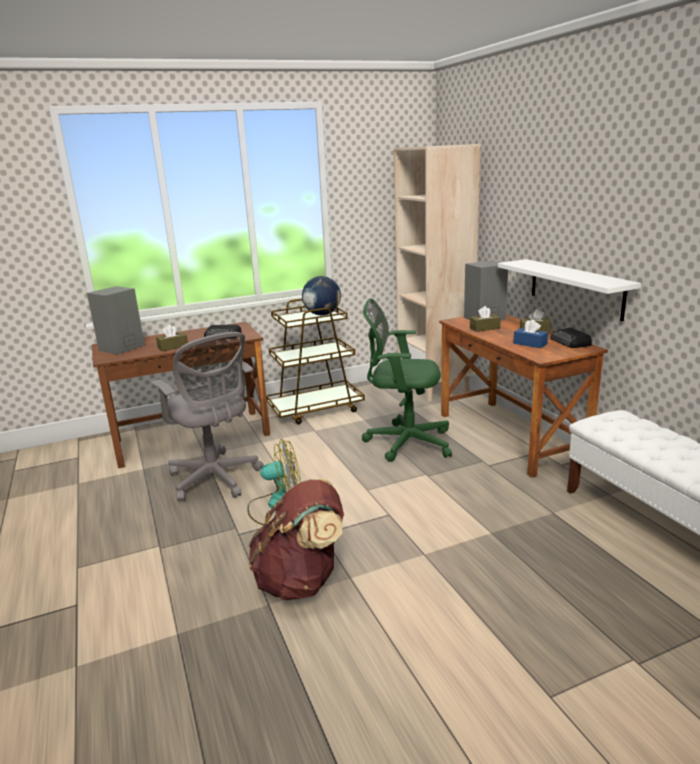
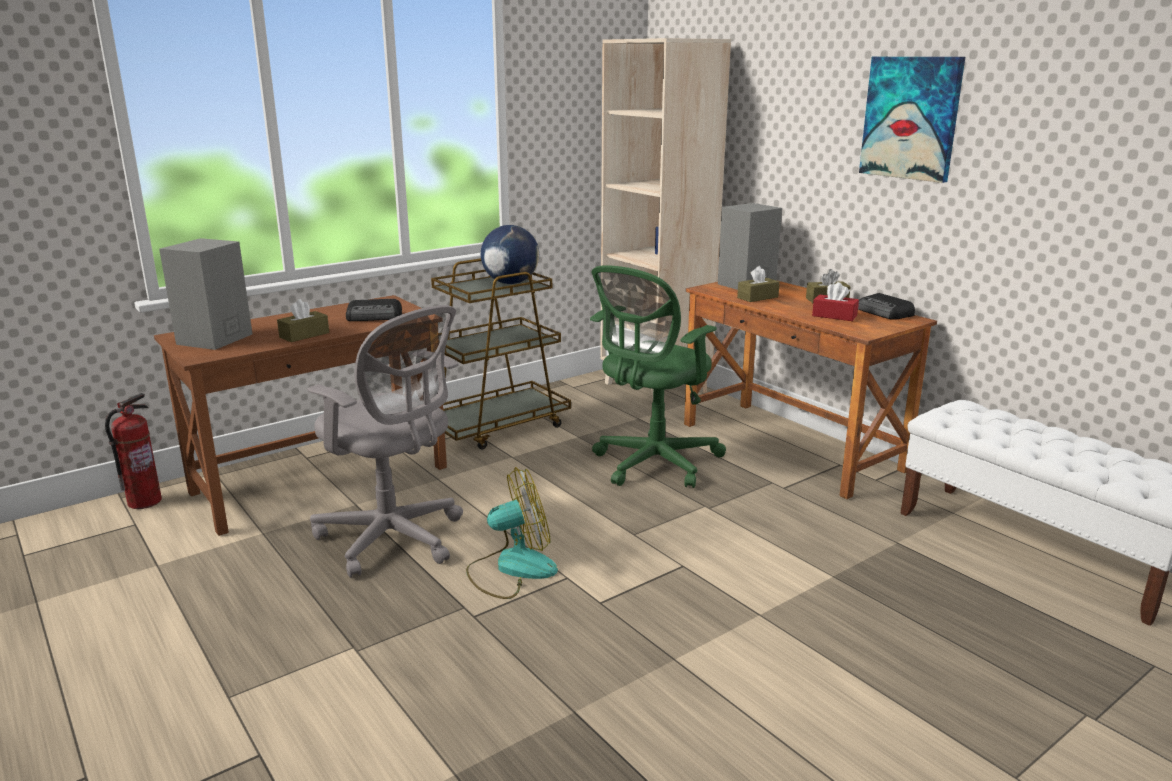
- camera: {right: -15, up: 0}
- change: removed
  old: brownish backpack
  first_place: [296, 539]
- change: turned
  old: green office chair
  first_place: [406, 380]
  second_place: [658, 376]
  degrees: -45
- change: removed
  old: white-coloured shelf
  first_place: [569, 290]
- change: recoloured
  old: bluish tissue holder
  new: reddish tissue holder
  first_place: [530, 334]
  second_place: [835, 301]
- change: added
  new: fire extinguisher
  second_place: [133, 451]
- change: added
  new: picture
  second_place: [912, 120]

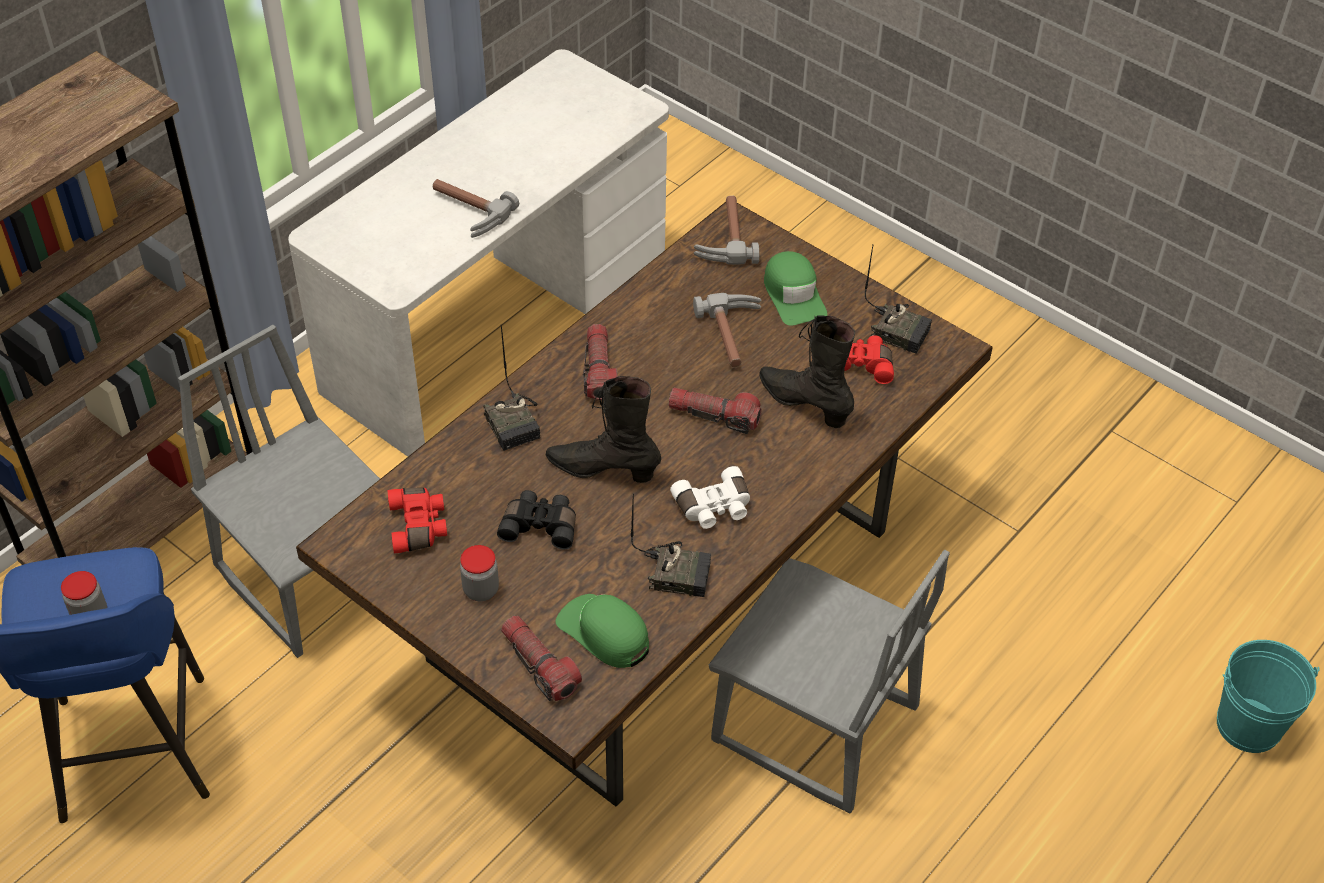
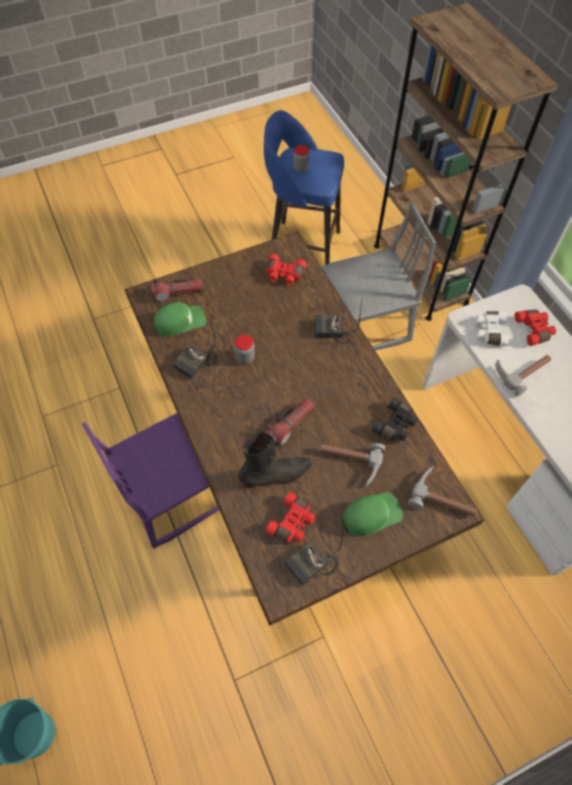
- camera: {right: 115, up: 10}
- change: moved
  old: jar
  first_place: [479, 573]
  second_place: [244, 349]
- change: moved
  old: blackish field glasses
  first_place: [536, 519]
  second_place: [395, 419]
- change: removed
  old: blackish tall boot
  first_place: [603, 429]
- change: removed
  old: torch
  first_place: [600, 362]
- change: moved
  old: white-coloured field glasses
  first_place: [710, 497]
  second_place: [492, 328]
- change: recoloured
  old: grey chair
  new: purple chair
  first_place: [829, 682]
  second_place: [150, 481]
- change: turned
  old: green cap
  first_place: [795, 288]
  second_place: [372, 514]
  degrees: 150
- change: added
  new: reddish field glasses
  second_place: [535, 328]

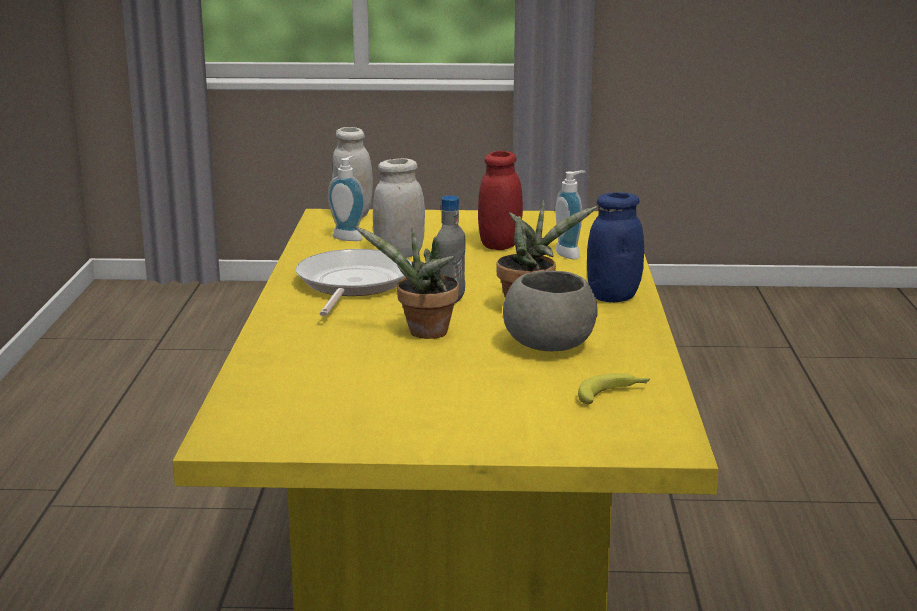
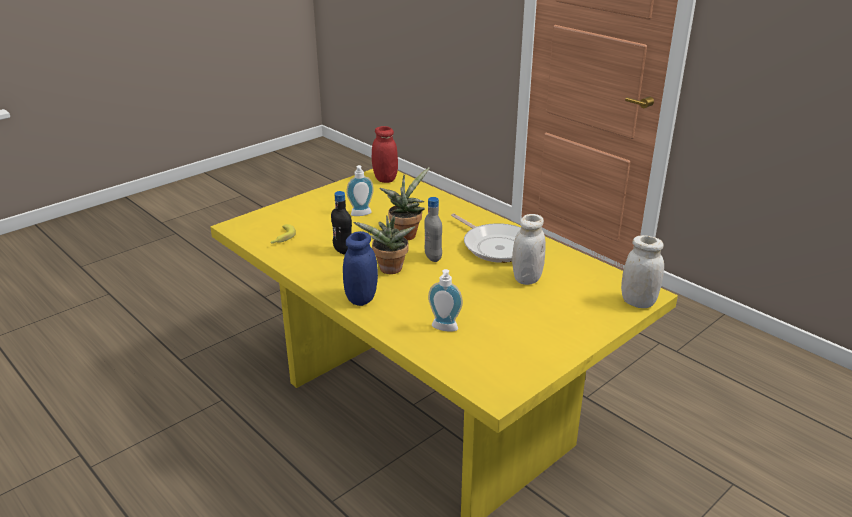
- camera: {right: 135, up: 10}
- change: moved
  old: soap bottle
  first_place: [346, 198]
  second_place: [360, 190]
- change: moved
  old: reddish jar
  first_place: [500, 200]
  second_place: [385, 154]
- change: replaced
  old: grey deep dish
  new: blackish bottle
  first_place: [550, 311]
  second_place: [341, 223]

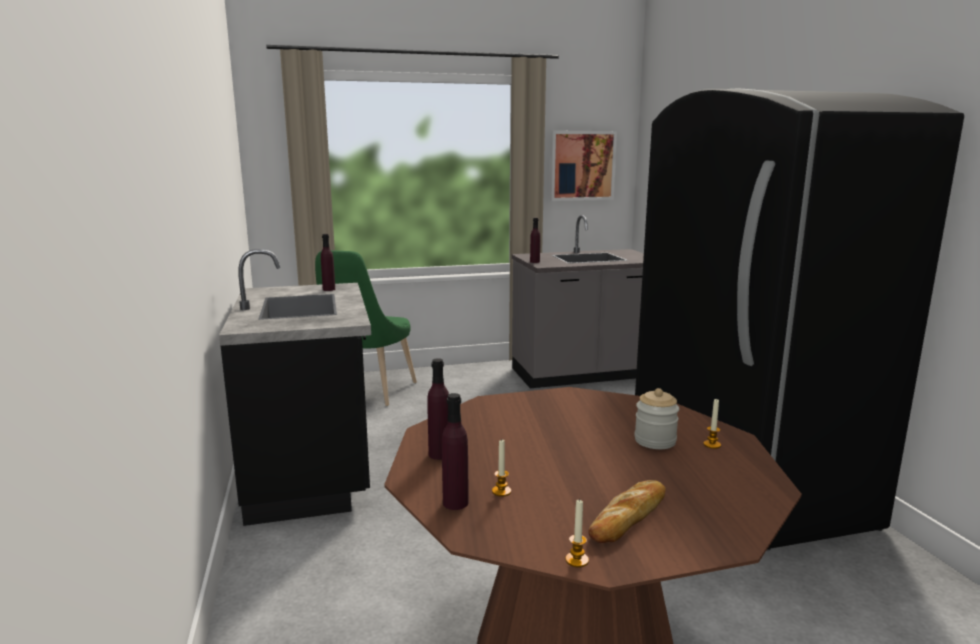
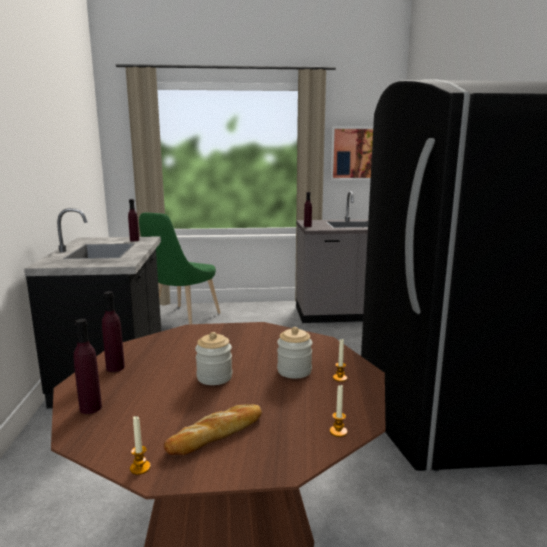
- camera: {right: 10, up: 0}
- change: moved
  old: candle
  first_place: [501, 468]
  second_place: [338, 410]
- change: added
  new: jar
  second_place: [213, 358]

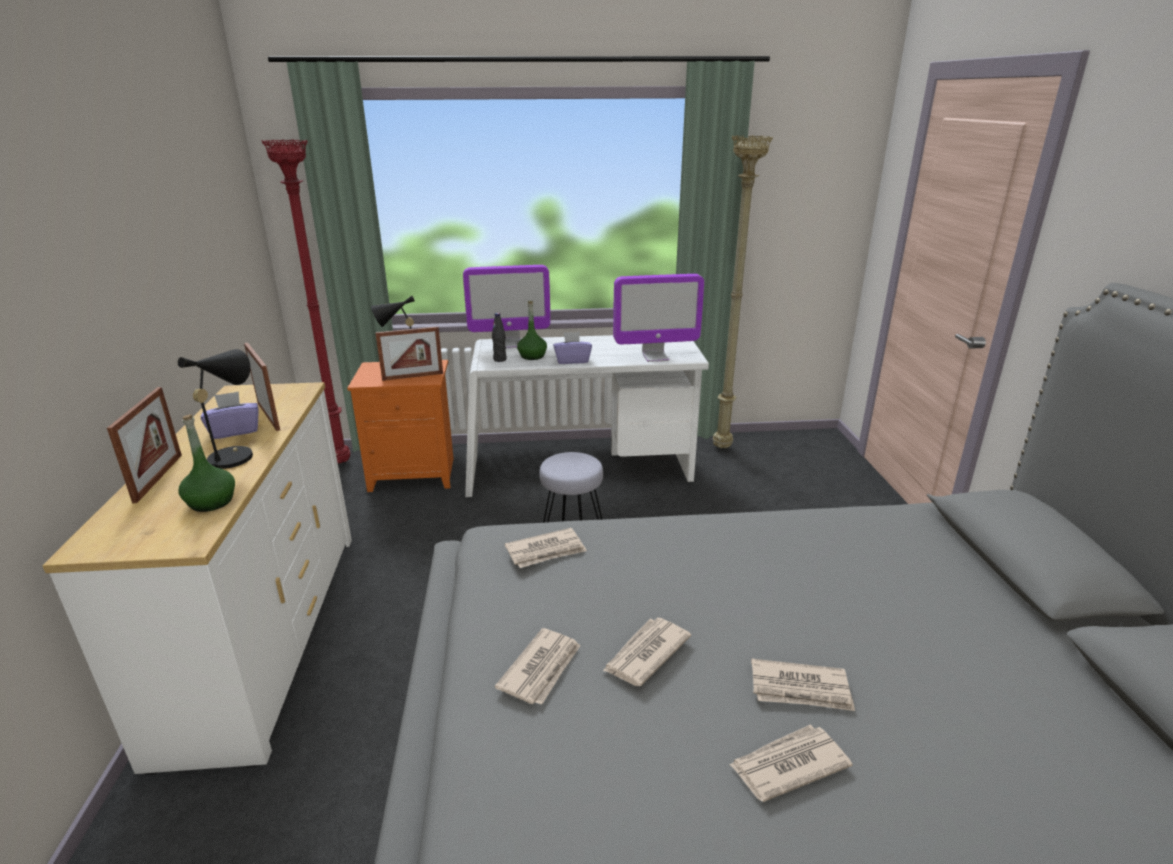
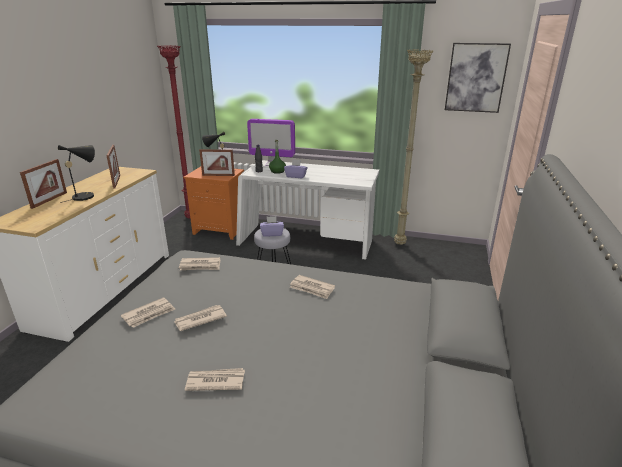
- camera: {right: 20, up: 0}
- change: removed
  old: green bottle
  first_place: [207, 463]
- change: moved
  old: purple tissue holder
  first_place: [230, 415]
  second_place: [272, 226]
- change: removed
  old: computer screen
  first_place: [658, 318]
- change: moved
  old: newspaper
  first_place: [803, 685]
  second_place: [312, 287]
- change: added
  new: picture
  second_place: [478, 78]

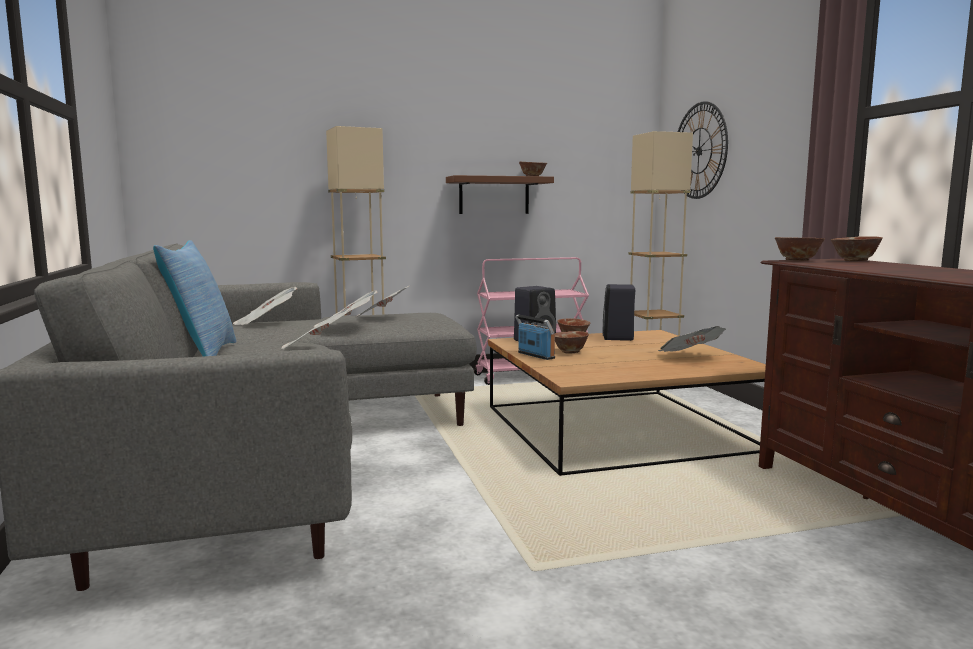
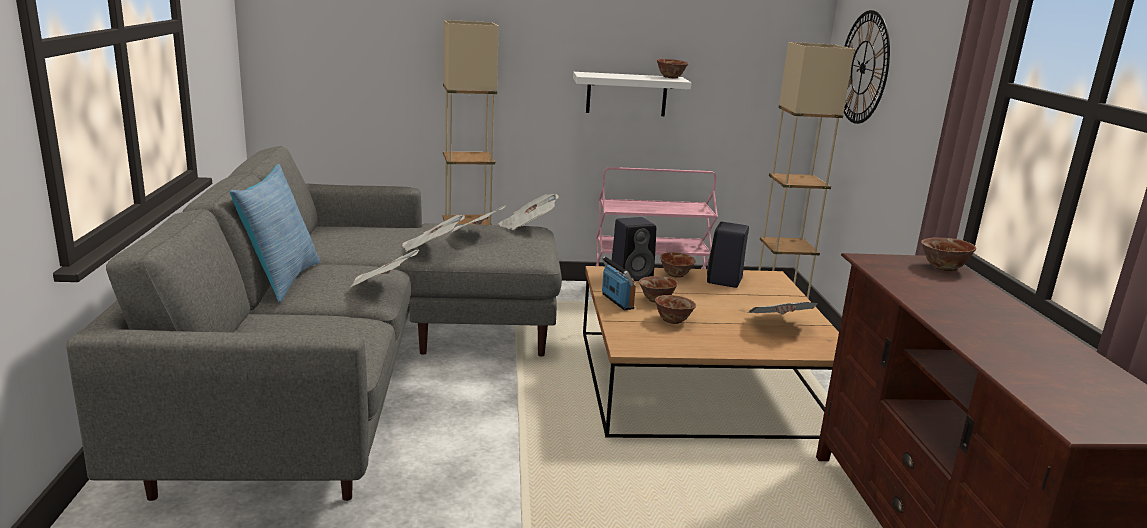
- camera: {right: 10, up: 10}
- change: moved
  old: newspaper
  first_place: [265, 306]
  second_place: [529, 212]
- change: recoloured
  old: brownish shelf
  new: white-coloured shelf
  first_place: [500, 194]
  second_place: [632, 94]
- change: moved
  old: deep dish
  first_place: [800, 249]
  second_place: [675, 309]

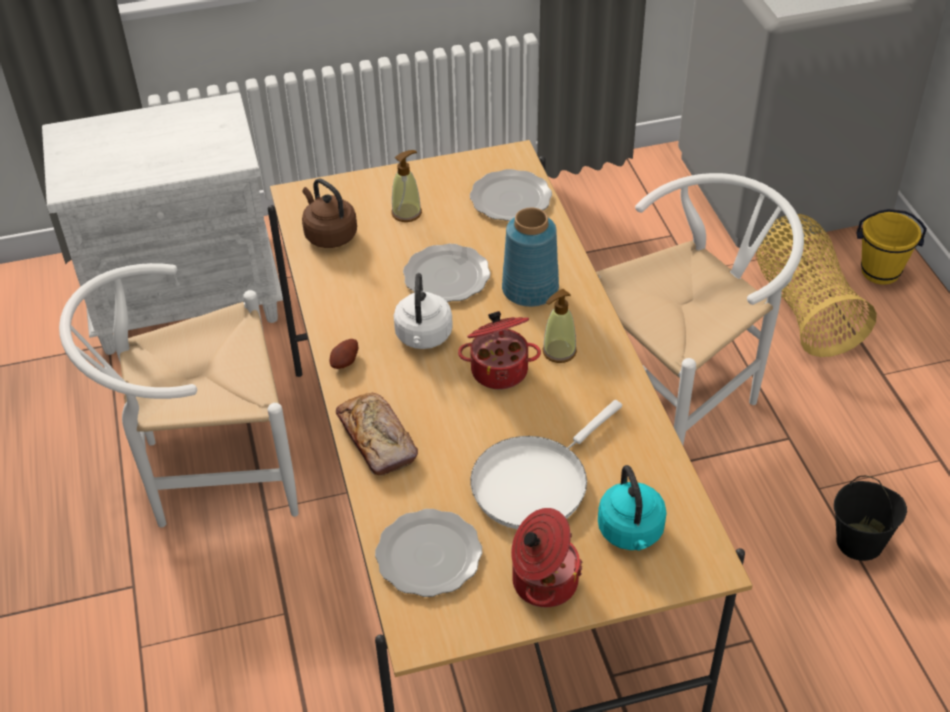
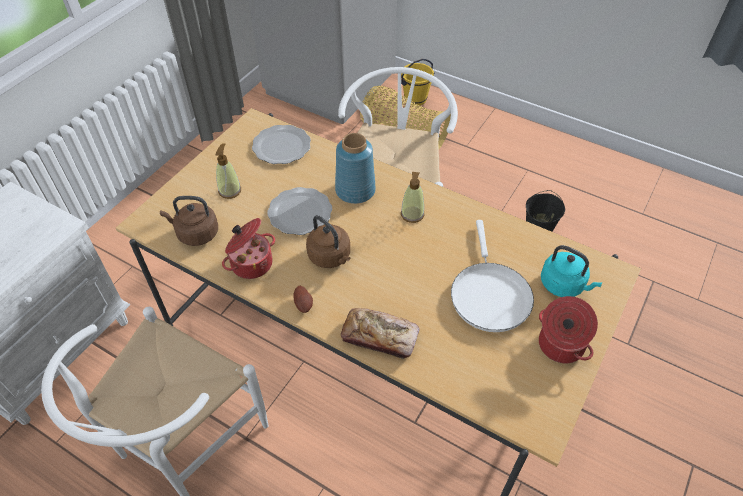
- camera: {right: -45, up: 5}
- change: removed
  old: plate
  first_place: [428, 553]
- change: recoloured
  old: white-coloured tea kettle
  new: brownish tea kettle
  first_place: [423, 311]
  second_place: [328, 241]
- change: moved
  old: saucepot
  first_place: [499, 350]
  second_place: [248, 248]

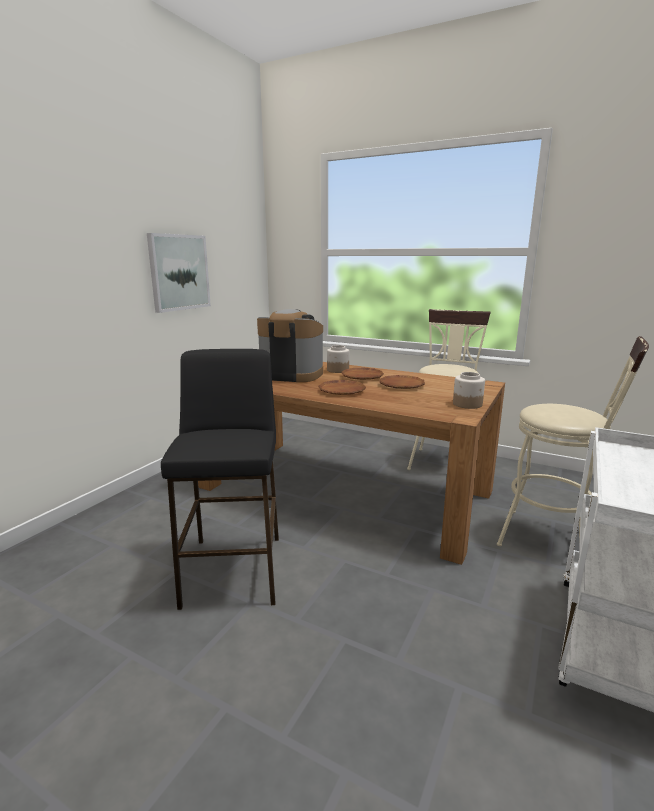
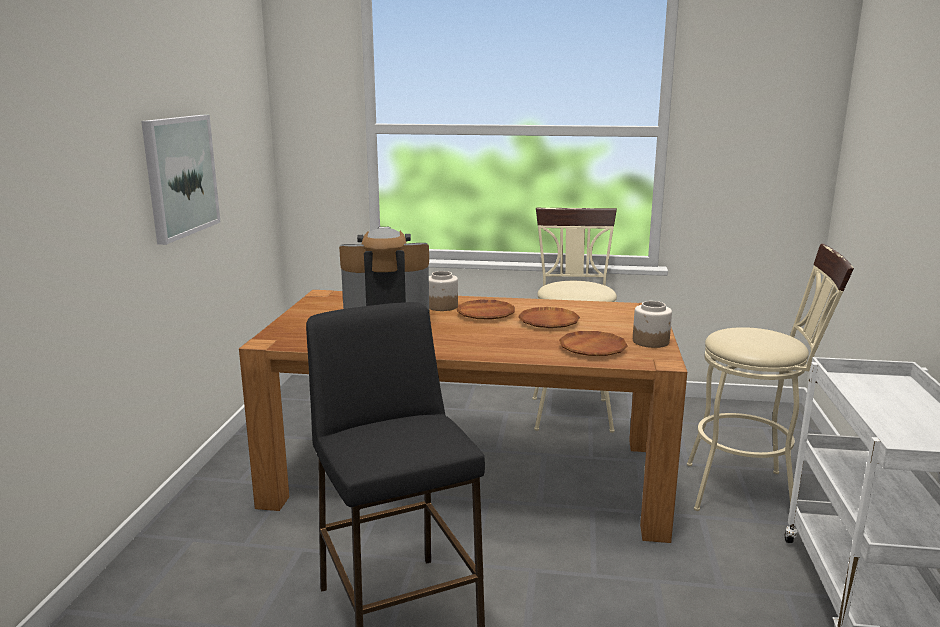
- camera: {right: -20, up: 0}
- change: moved
  old: brownish plate
  first_place: [342, 387]
  second_place: [593, 343]

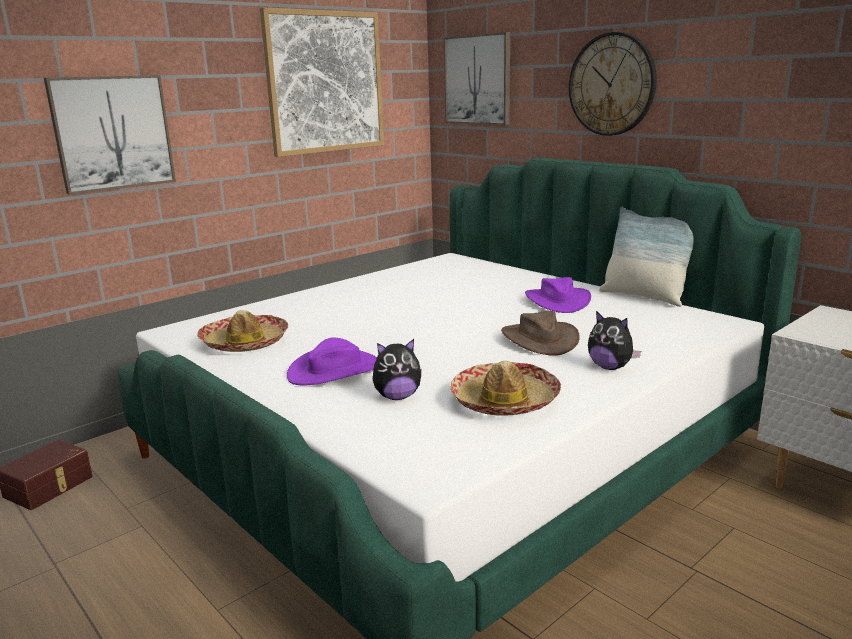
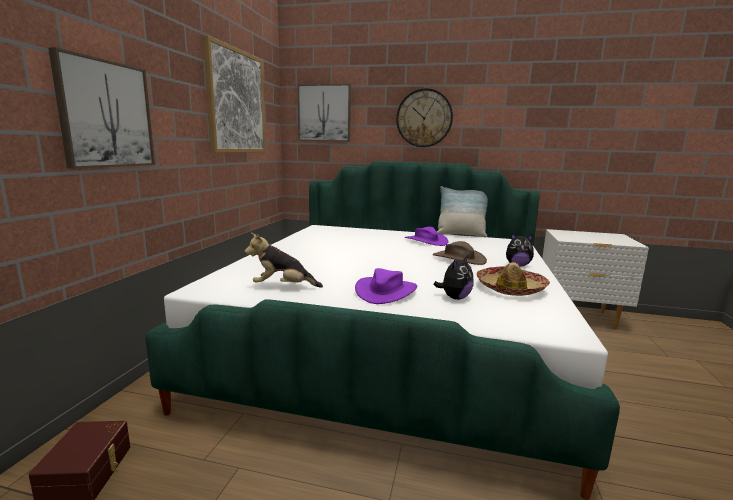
- camera: {right: -35, up: -5}
- change: replaced
  old: wearable hat
  new: soft toy
  first_place: [243, 331]
  second_place: [284, 260]

